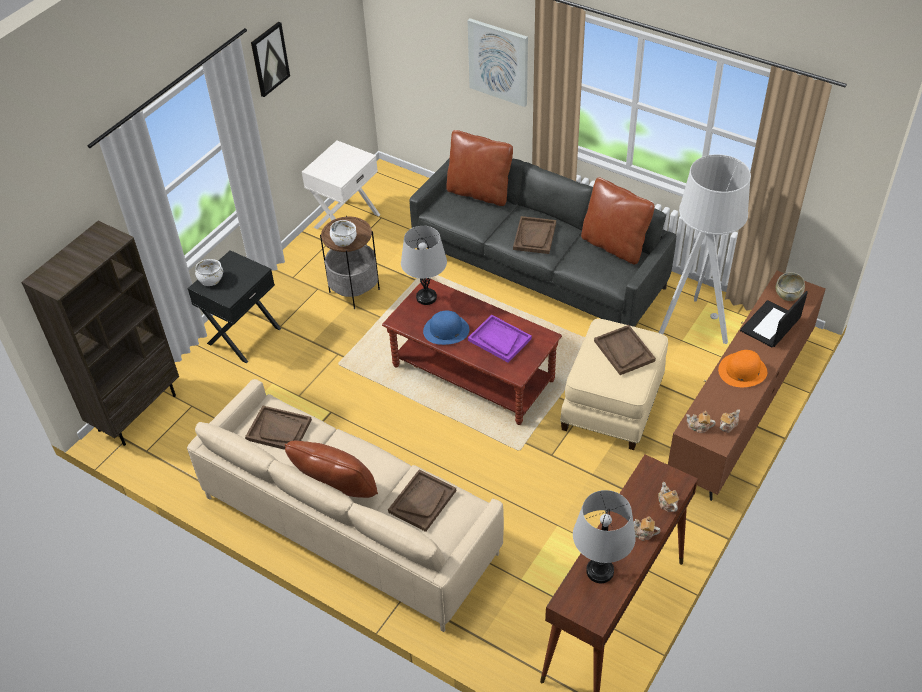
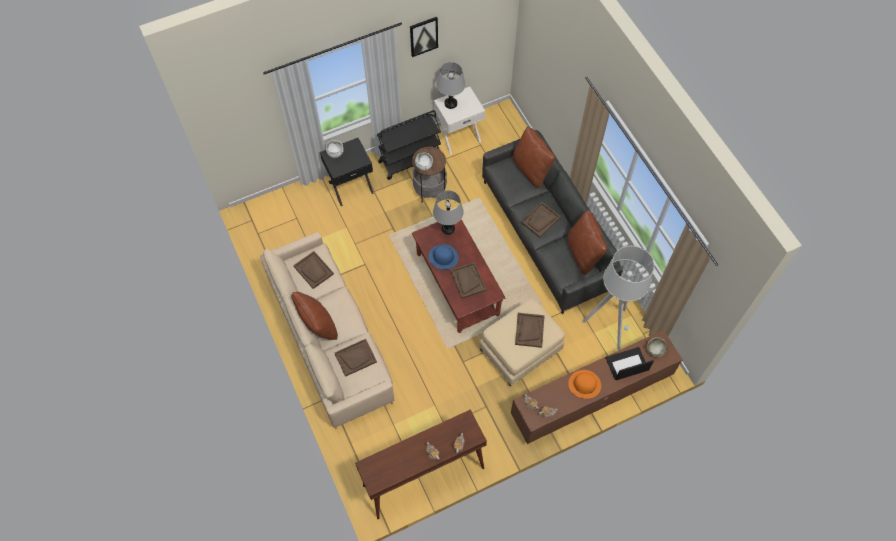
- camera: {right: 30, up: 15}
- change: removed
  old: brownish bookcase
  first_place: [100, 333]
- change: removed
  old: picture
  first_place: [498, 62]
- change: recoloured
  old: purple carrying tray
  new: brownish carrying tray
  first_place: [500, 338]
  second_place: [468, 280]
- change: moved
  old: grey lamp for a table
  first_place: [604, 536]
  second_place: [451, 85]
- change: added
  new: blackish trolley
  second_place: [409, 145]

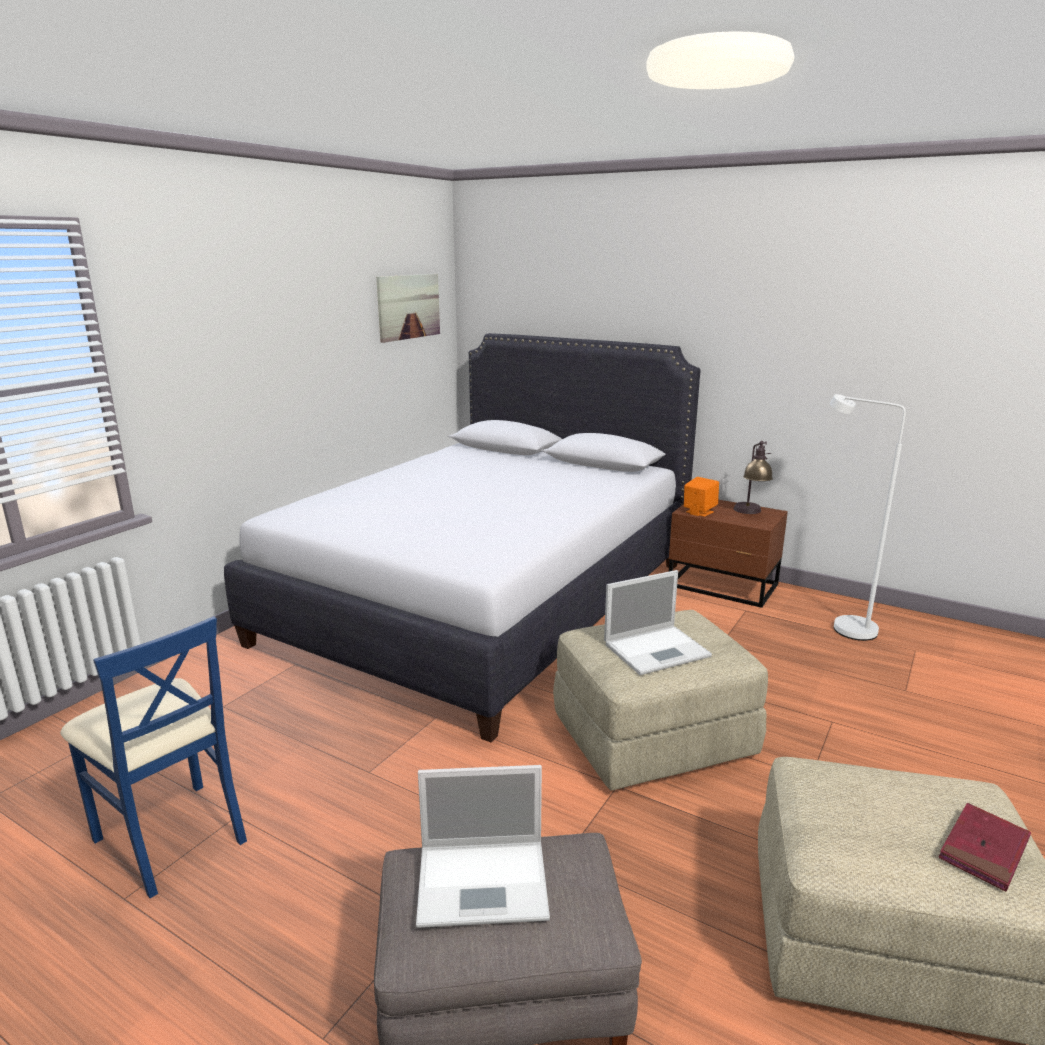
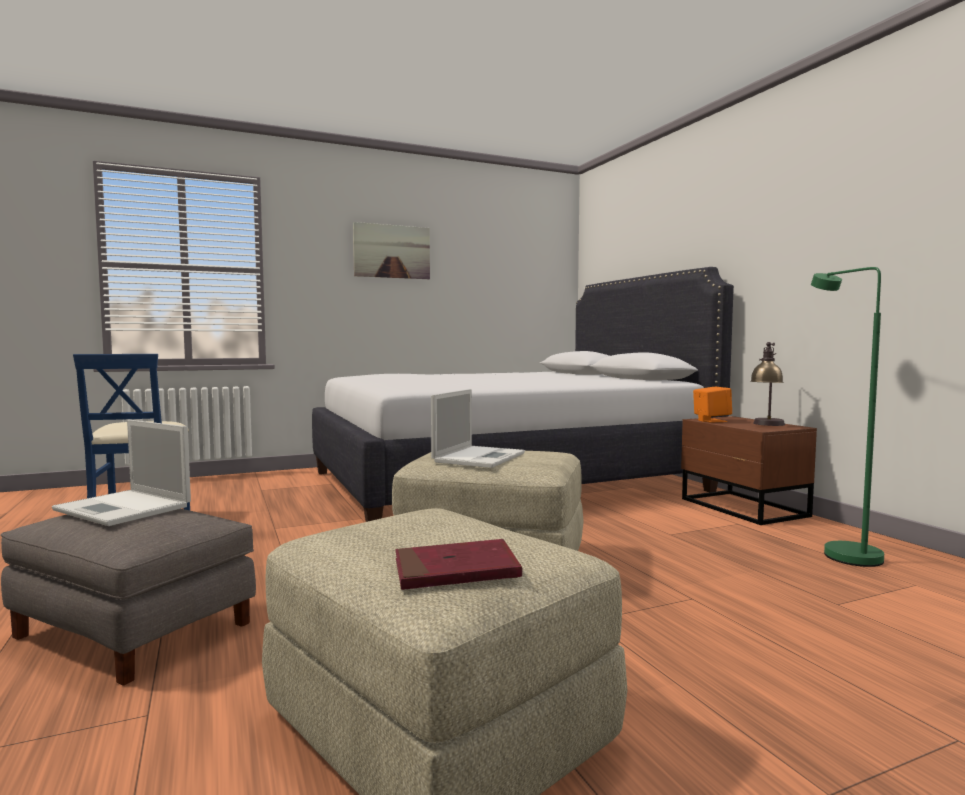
- camera: {right: 35, up: -15}
- change: moved
  old: picture
  first_place: [408, 308]
  second_place: [391, 250]
- change: turned
  old: laptop
  first_place: [658, 622]
  second_place: [478, 428]
  degrees: -75
- change: recoloured
  old: white-coloured standard lamp
  new: green standard lamp
  first_place: [868, 517]
  second_place: [847, 417]

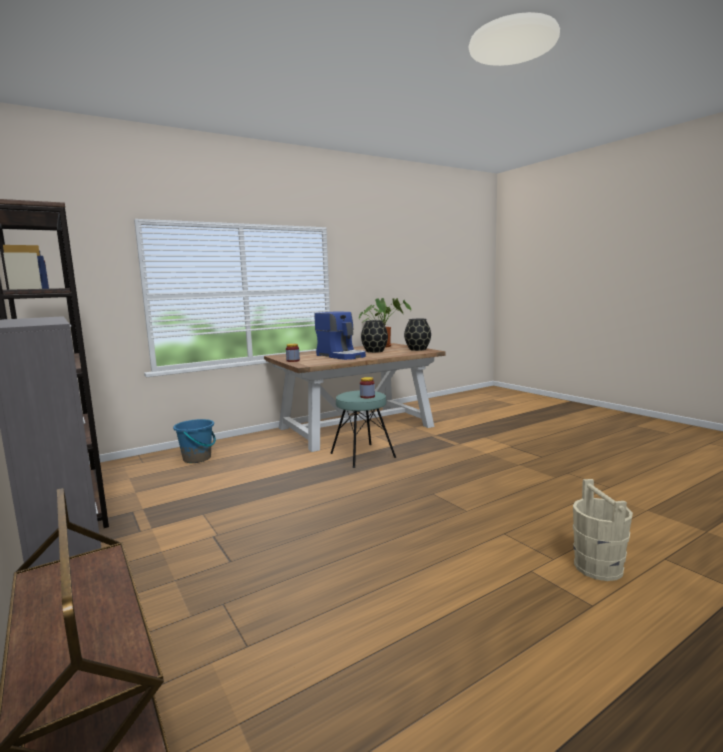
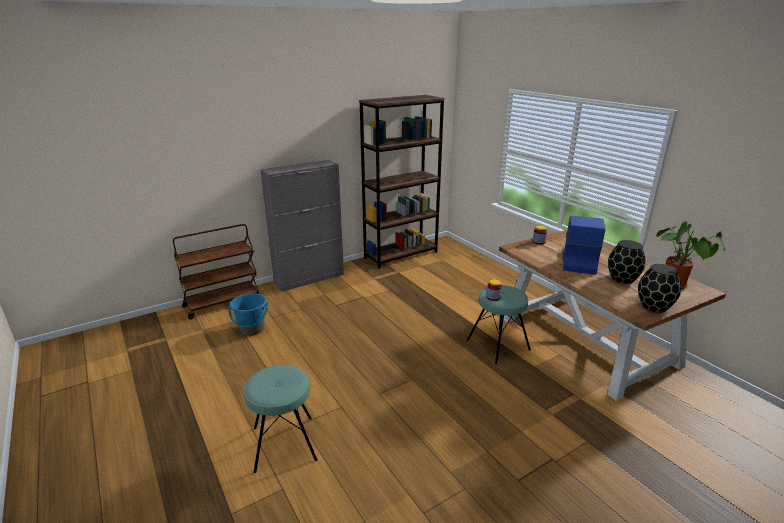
- camera: {right: 90, up: 15}
- change: moved
  old: bluish bucket
  first_place: [194, 441]
  second_place: [248, 314]
- change: turned
  old: coffee brewer
  first_place: [340, 335]
  second_place: [584, 245]
  degrees: 150
- change: replaced
  old: sand-coloured bucket
  new: blue-green sitting stool
  first_place: [603, 530]
  second_place: [281, 419]

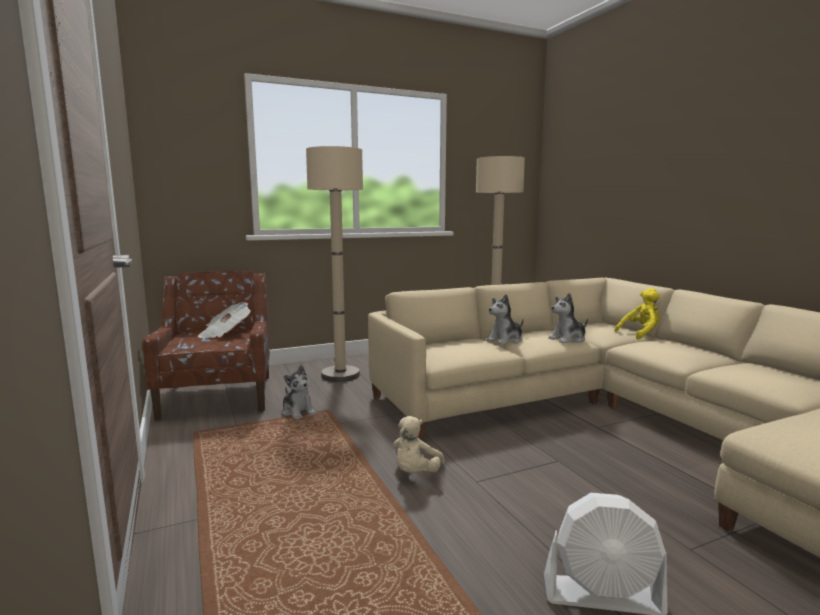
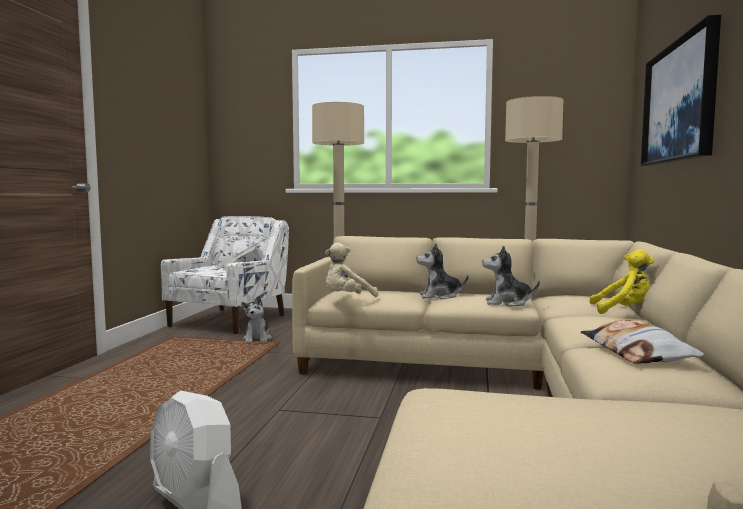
- camera: {right: 35, up: -5}
- change: recoloured
  old: brownish armchair
  new: white-coloured armchair
  first_place: [206, 346]
  second_place: [225, 275]
- change: moved
  old: sand-coloured soft toy
  first_place: [419, 444]
  second_place: [351, 270]
- change: added
  new: pillow
  second_place: [642, 341]
- change: added
  new: picture
  second_place: [681, 90]

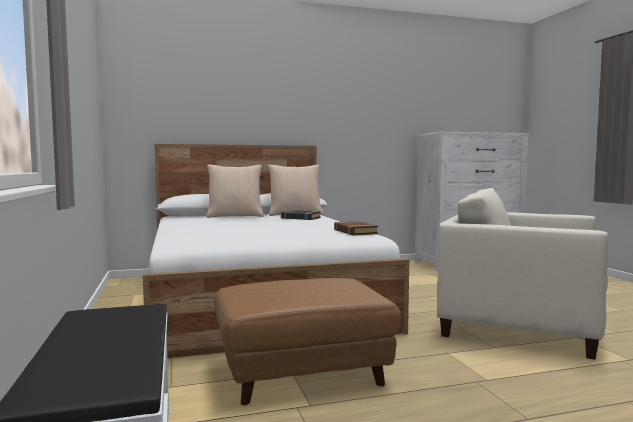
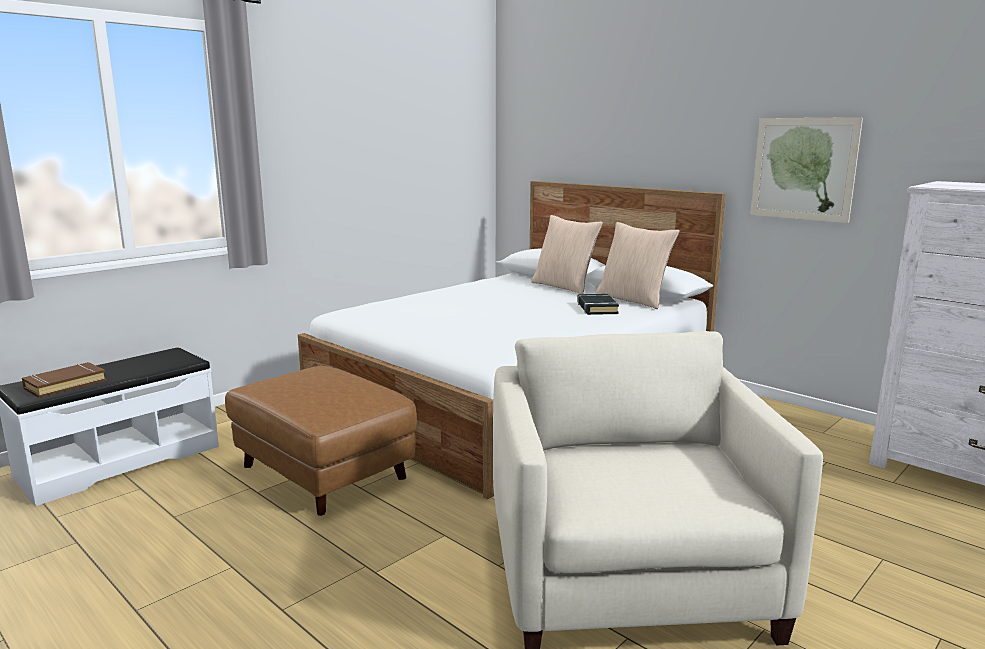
- camera: {right: 60, up: 10}
- change: moved
  old: brownish book
  first_place: [356, 228]
  second_place: [64, 380]
- change: added
  new: picture
  second_place: [807, 170]

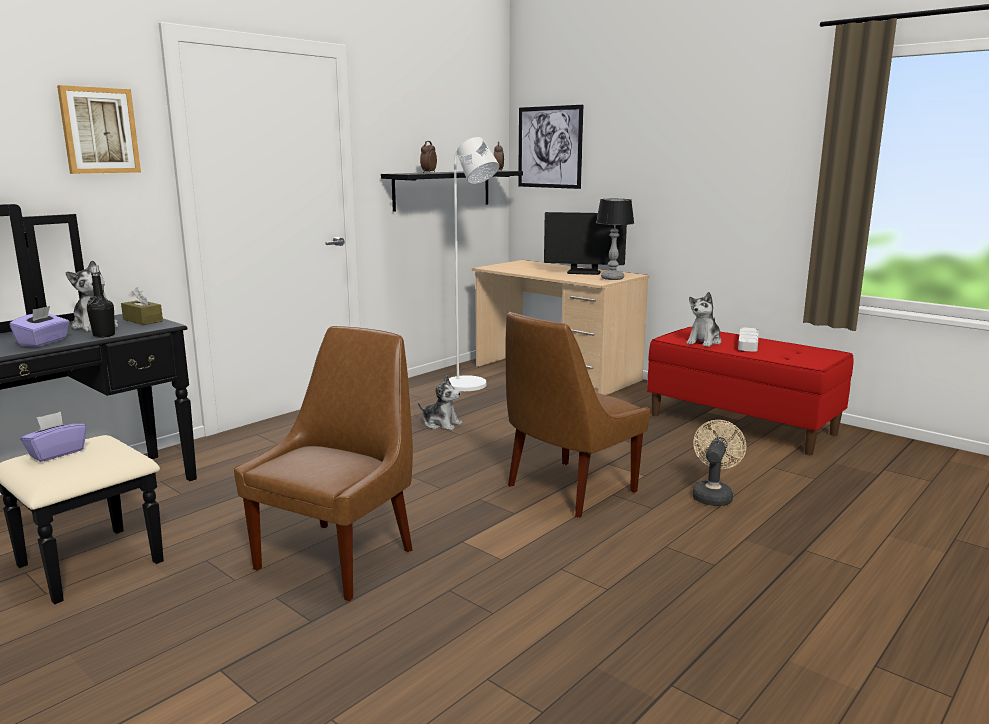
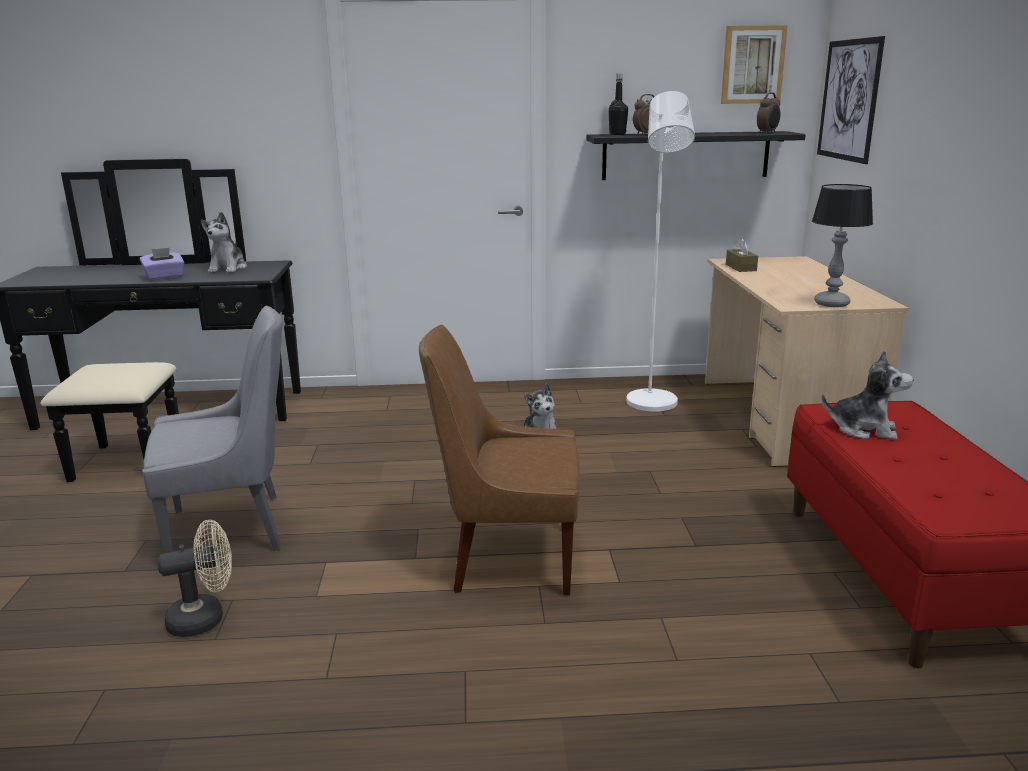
- camera: {right: 45, up: 5}
- change: removed
  old: purple tissue holder
  first_place: [53, 436]
- change: moved
  old: picture
  first_place: [99, 129]
  second_place: [754, 64]
- change: moved
  old: blackish bottle
  first_place: [101, 301]
  second_place: [618, 104]
- change: moved
  old: brownish tissue holder
  first_place: [142, 306]
  second_place: [742, 255]
- change: recoloured
  old: brownish chair
  new: grey chair
  first_place: [323, 463]
  second_place: [212, 429]
- change: removed
  old: computer screen
  first_place: [585, 243]
- change: turned
  old: soft toy
  first_place: [703, 319]
  second_place: [868, 395]
  degrees: -150
- change: moved
  old: sand-coloured fan
  first_place: [719, 463]
  second_place: [195, 578]
- change: removed
  old: grey carrying tray
  first_place: [748, 339]

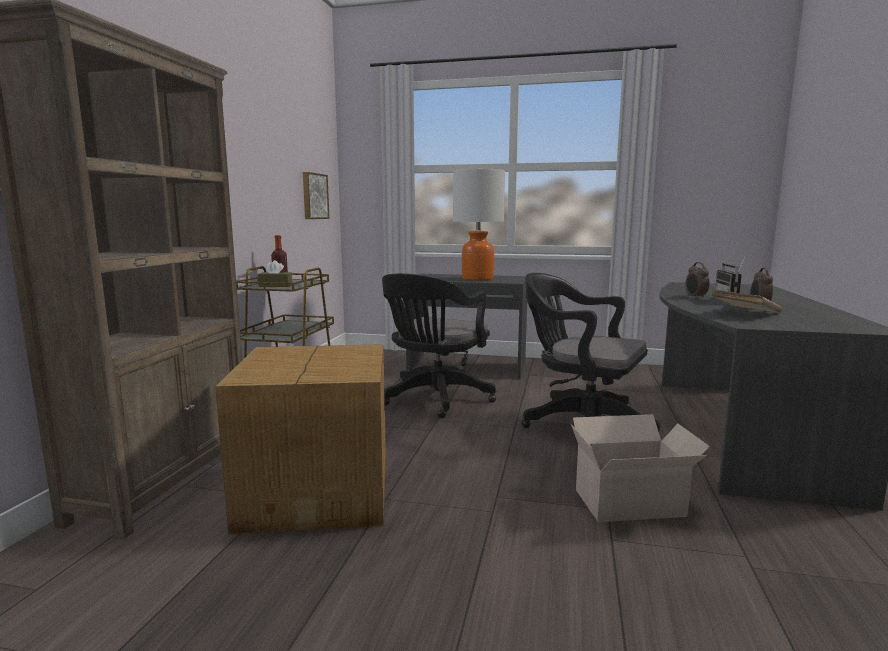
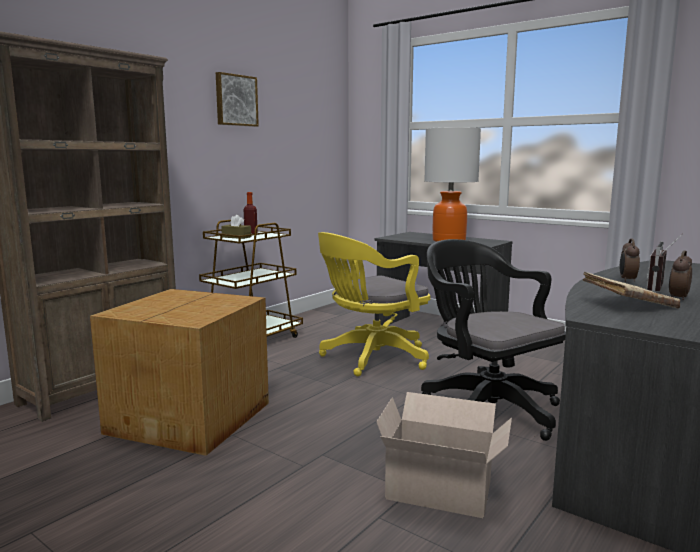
- camera: {right: 25, up: 0}
- change: moved
  old: picture
  first_place: [316, 195]
  second_place: [237, 99]
- change: recoloured
  old: blackish office chair
  new: yellow office chair
  first_place: [439, 345]
  second_place: [374, 304]

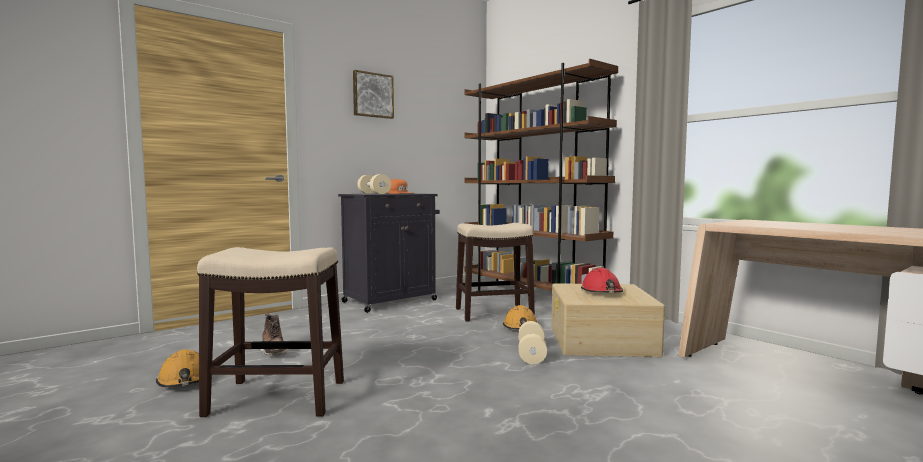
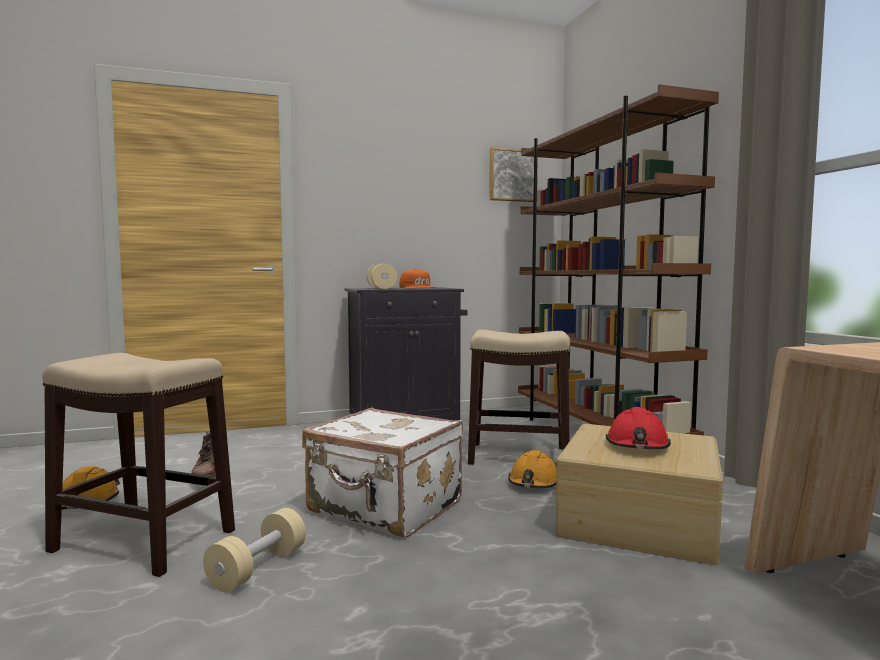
- camera: {right: 20, up: 0}
- change: moved
  old: picture
  first_place: [373, 94]
  second_place: [513, 174]
- change: moved
  old: sand-coloured free weight
  first_place: [532, 342]
  second_place: [254, 550]
- change: added
  new: white-coloured suitcase
  second_place: [382, 473]

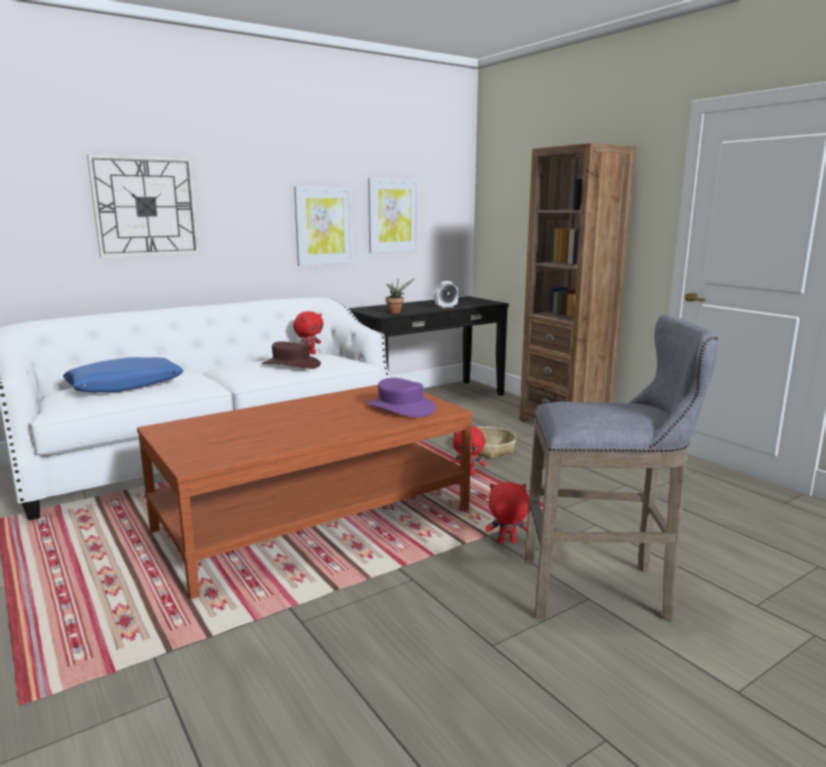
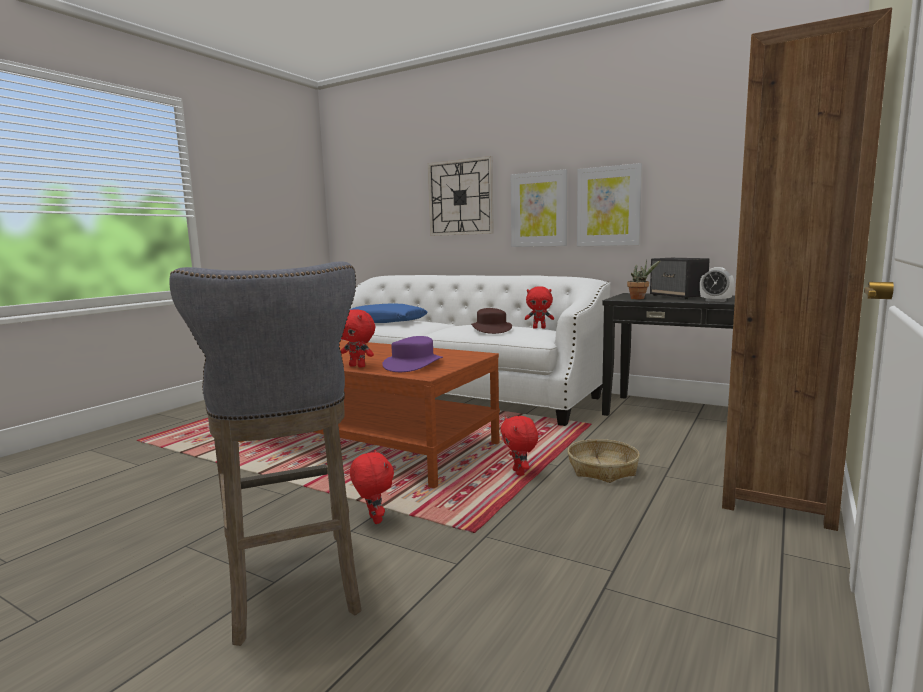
- camera: {right: 65, up: -5}
- change: moved
  old: picture
  first_place: [393, 215]
  second_place: [539, 208]
- change: added
  new: reddish soft toy
  second_place: [358, 338]
- change: added
  new: audio speaker
  second_place: [680, 278]

